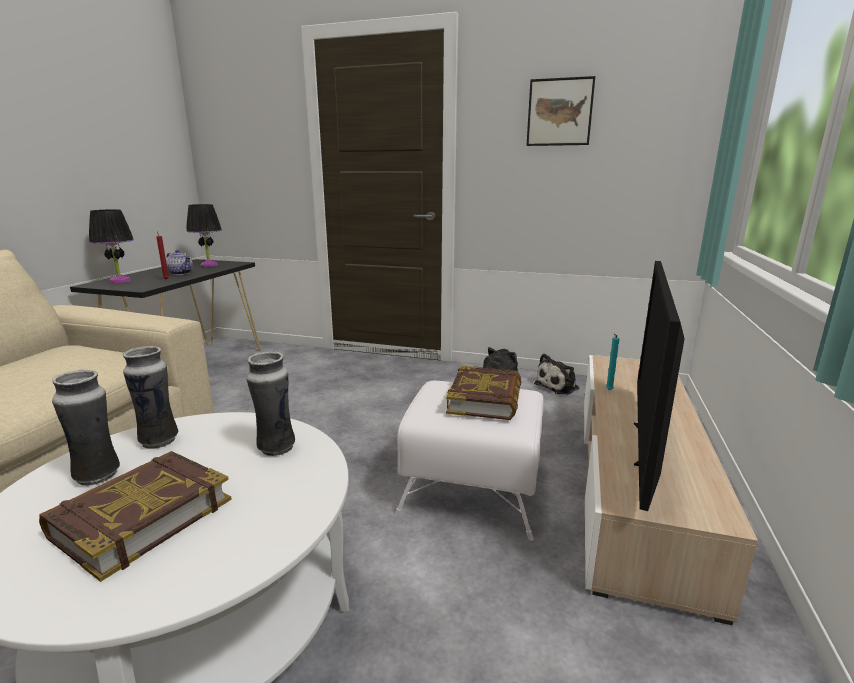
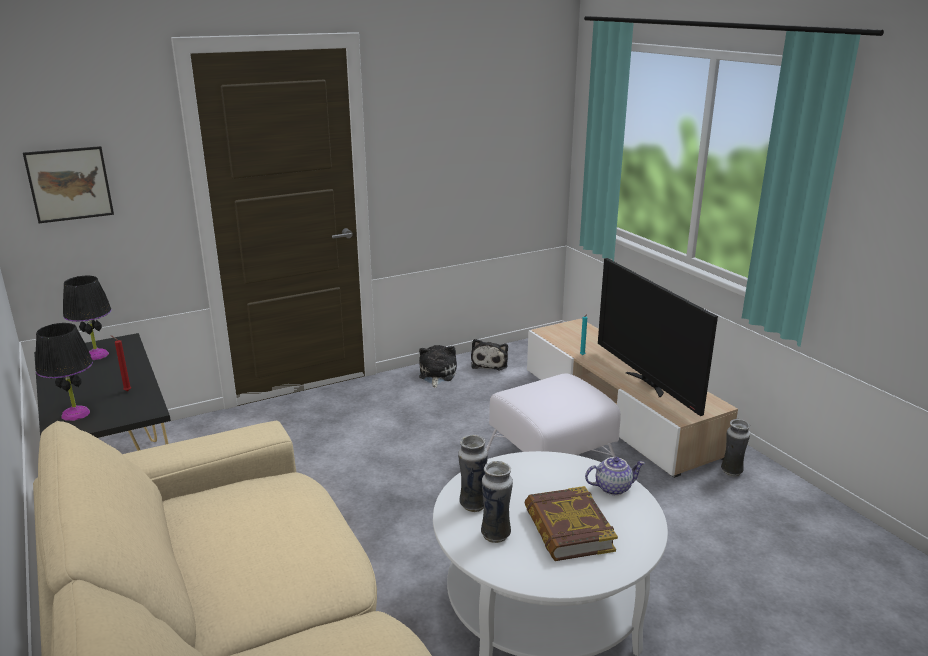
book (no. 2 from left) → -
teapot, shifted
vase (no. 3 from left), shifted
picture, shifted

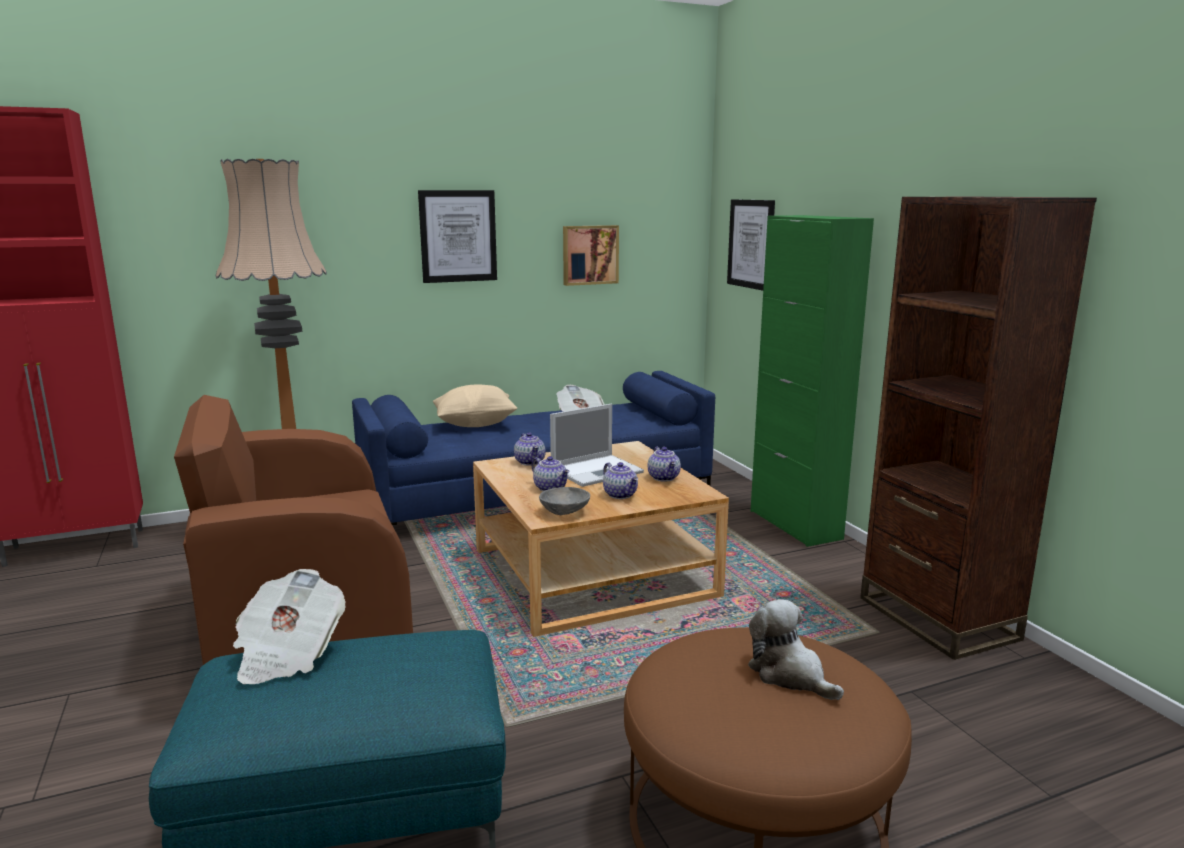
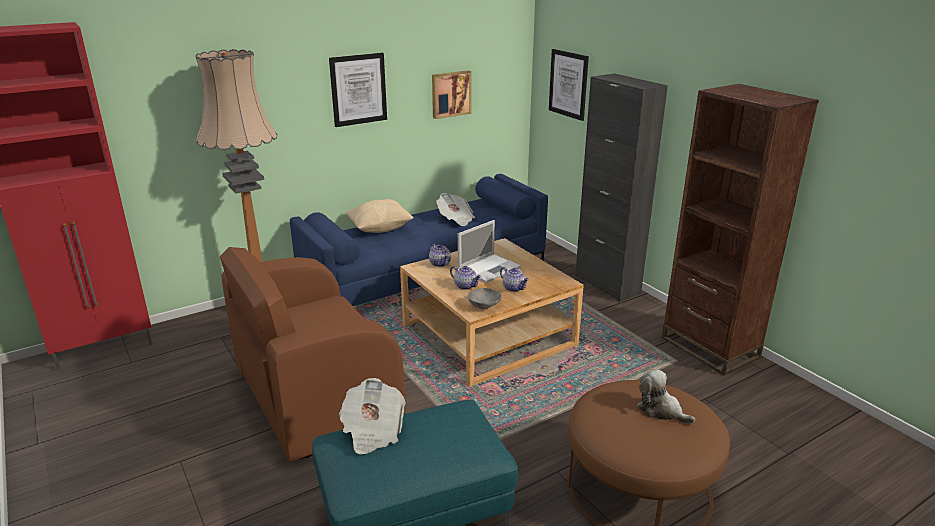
teapot (no. 4 from left) → -
green cabinet → black cabinet

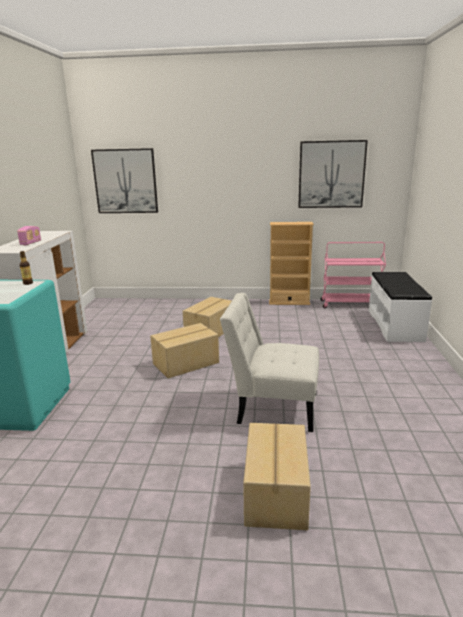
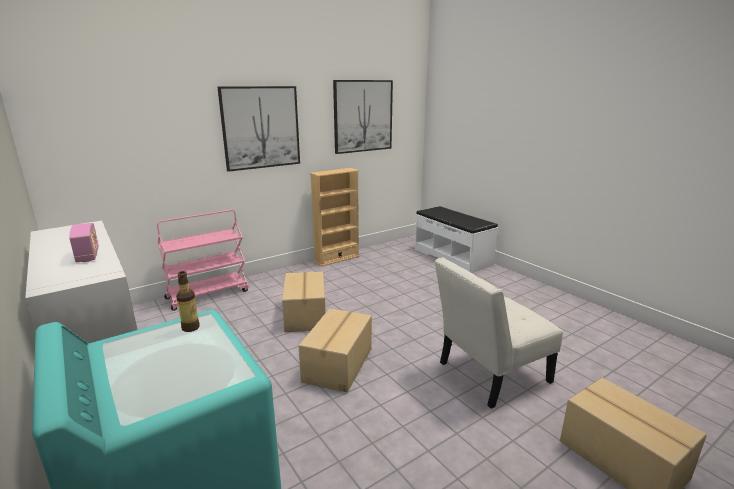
picture (no. 1 from left), shifted
pink cart, shifted

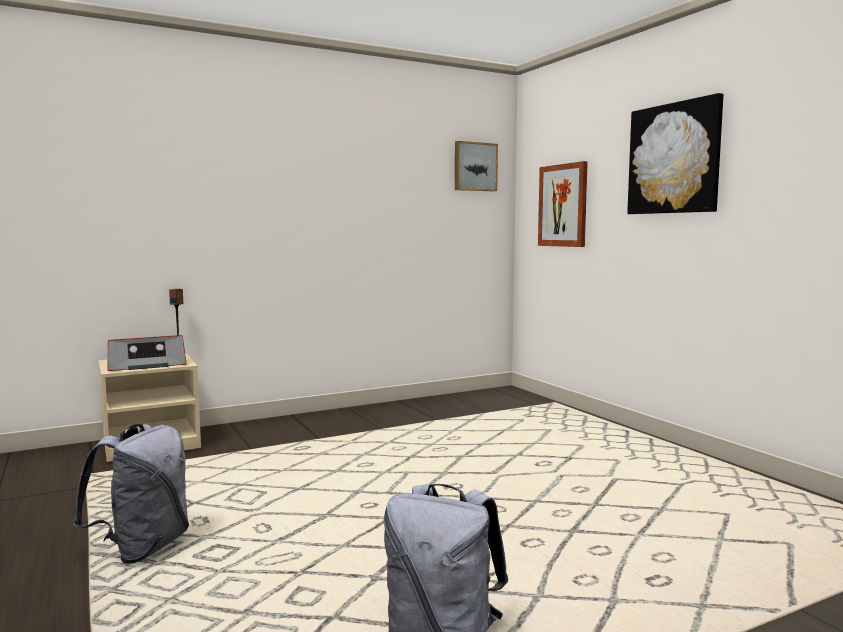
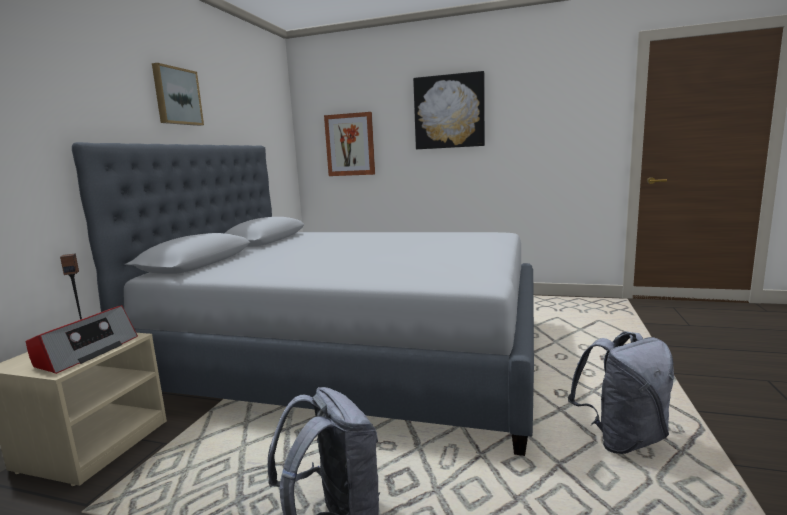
- → grey bed
picture (no. 1 from left), shifted

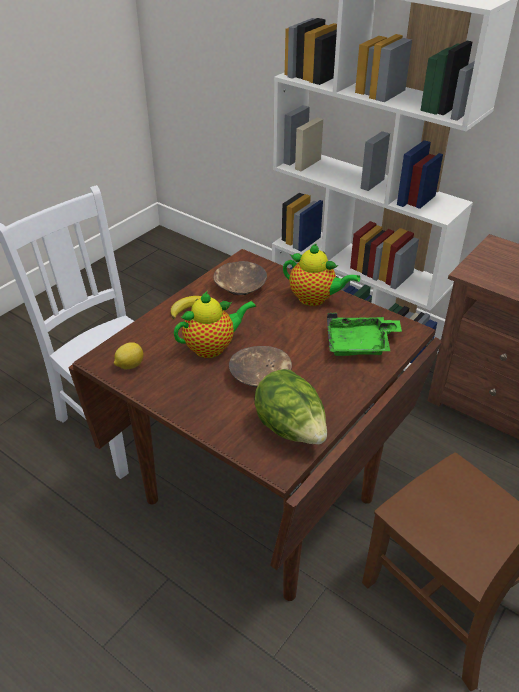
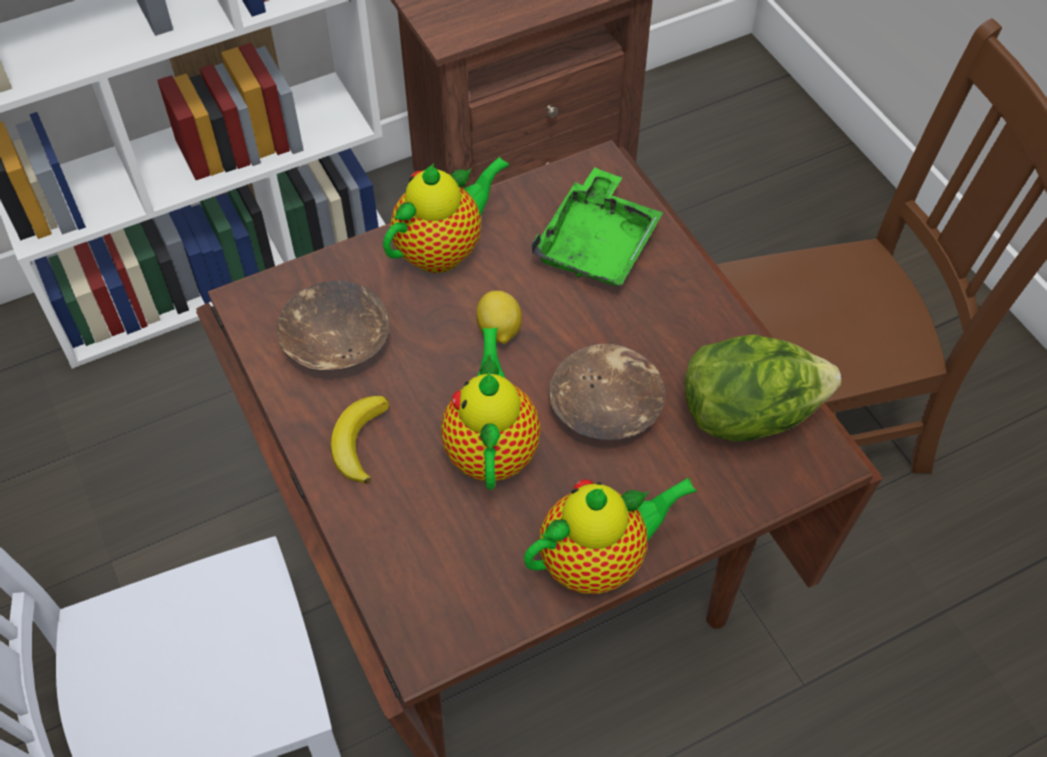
- → teapot (no. 3 from left)
lemon, shifted

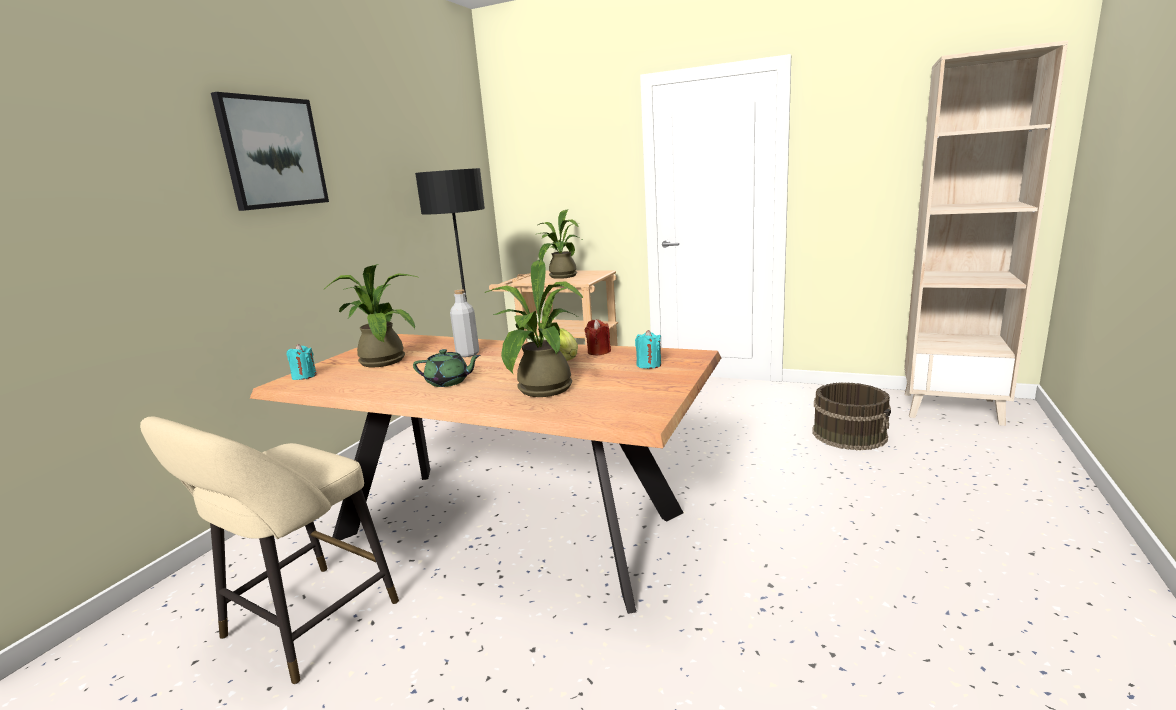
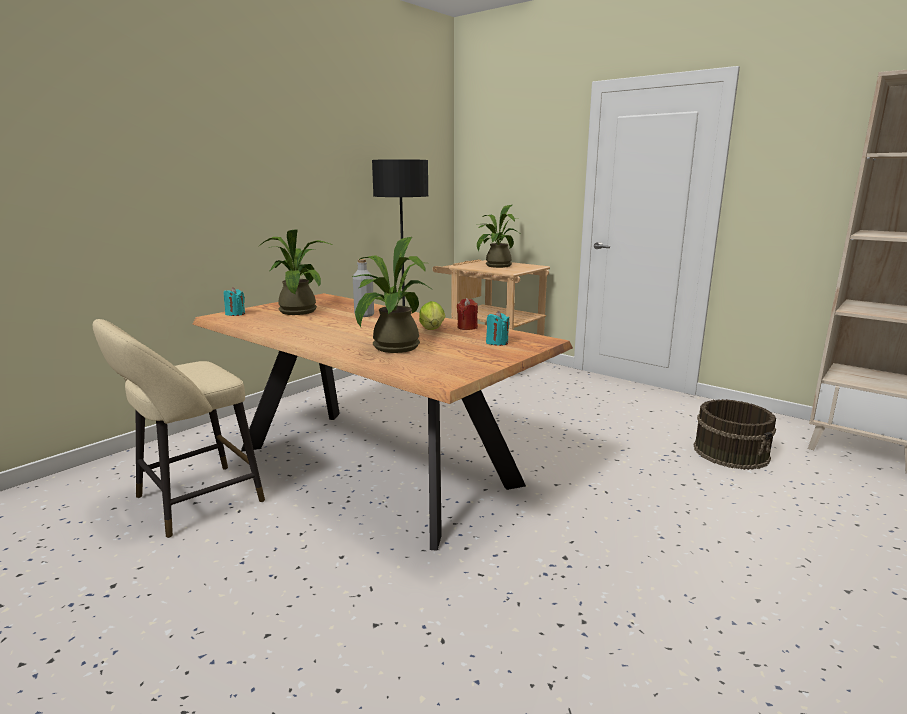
picture → -
green teapot → -

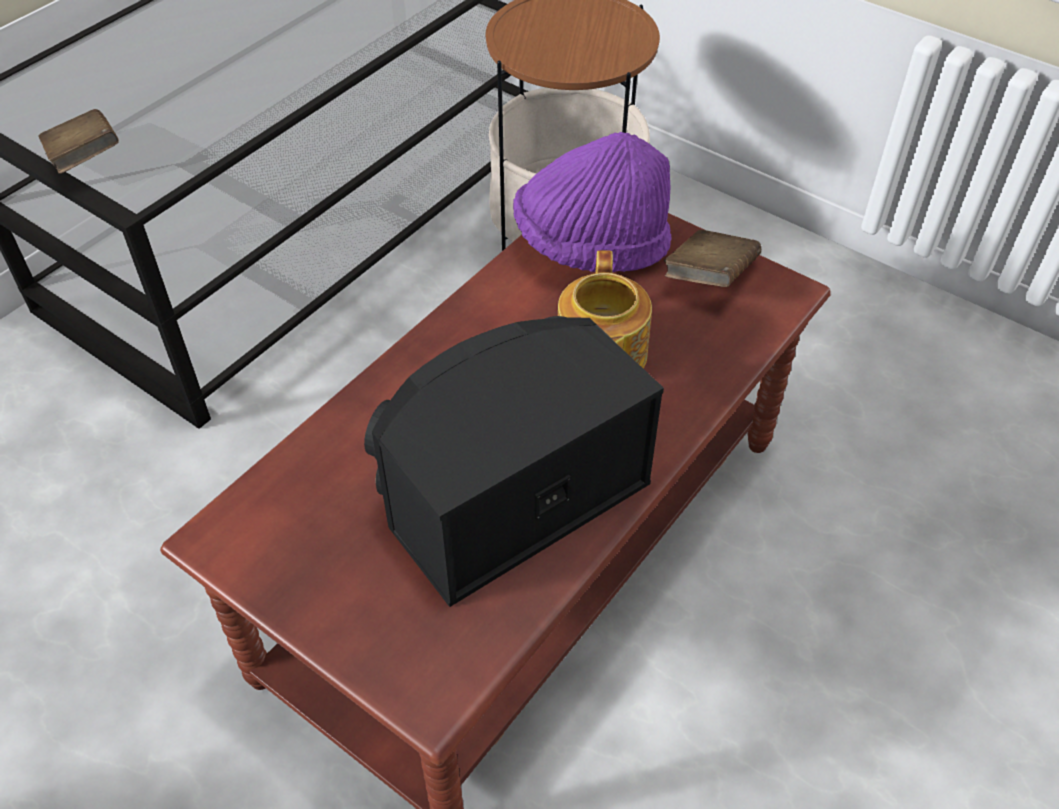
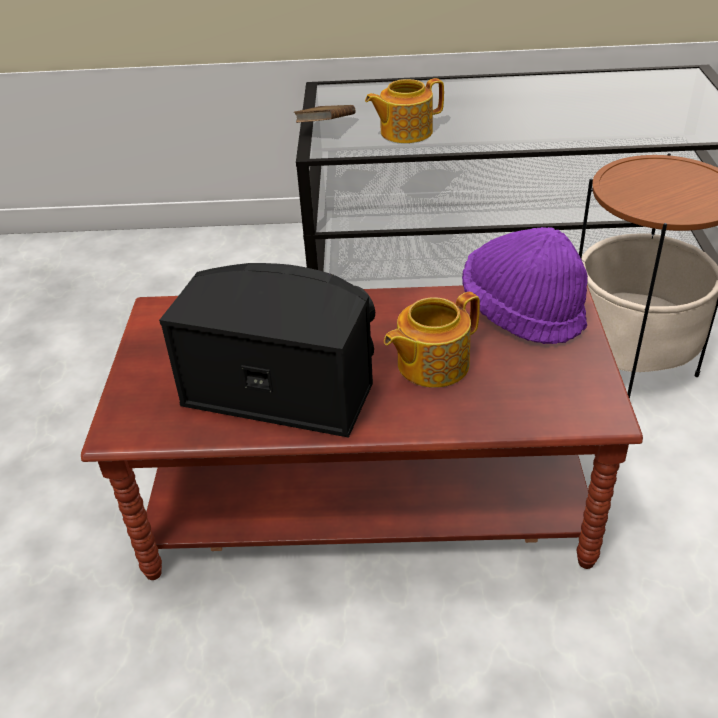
brown book (no. 2 from left) → -
- → teapot (no. 1 from left)

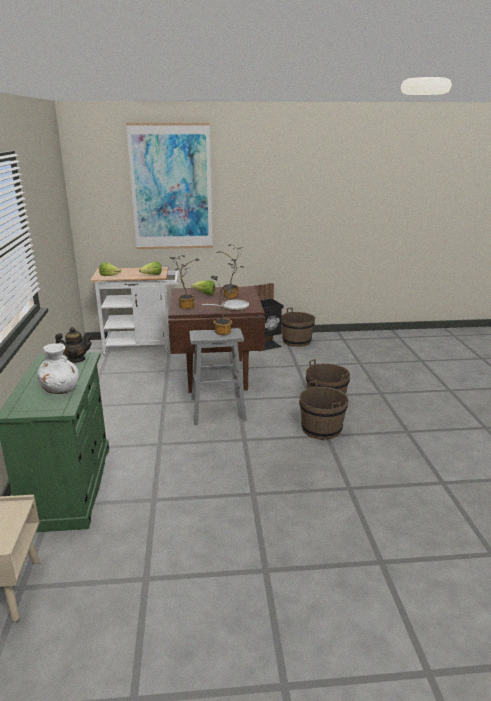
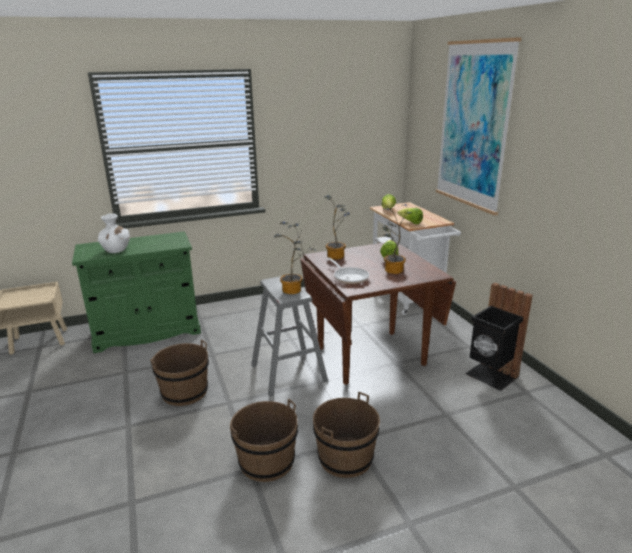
teapot → -
brown bucket (no. 1 from left), shifted

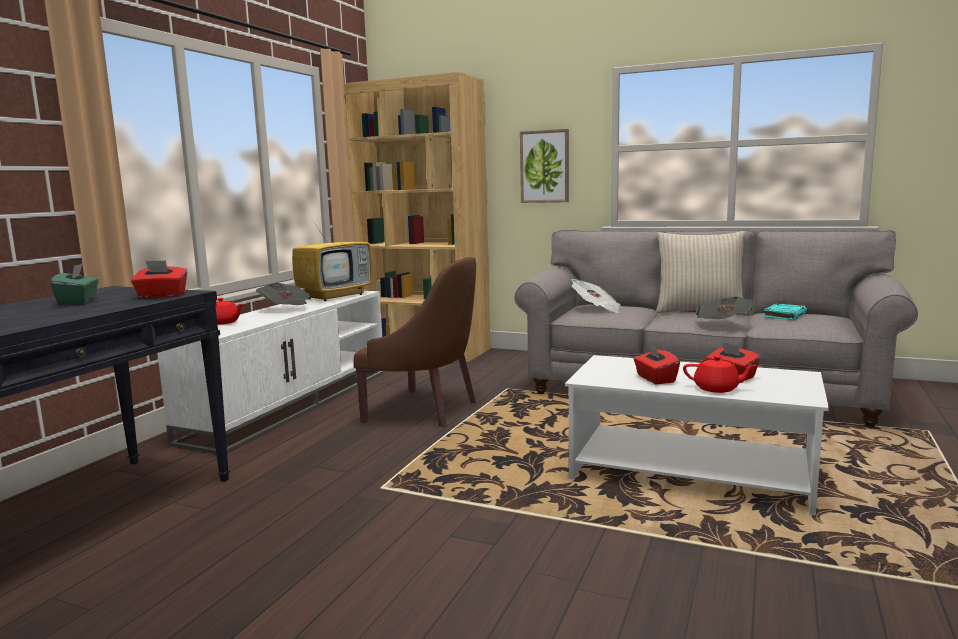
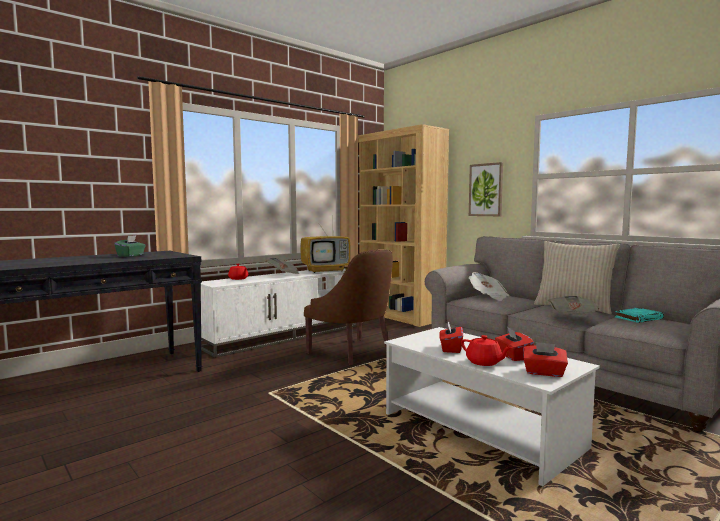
red tissue box (no. 1 from left in the first image) → red tissue box (no. 3 from left), shifted

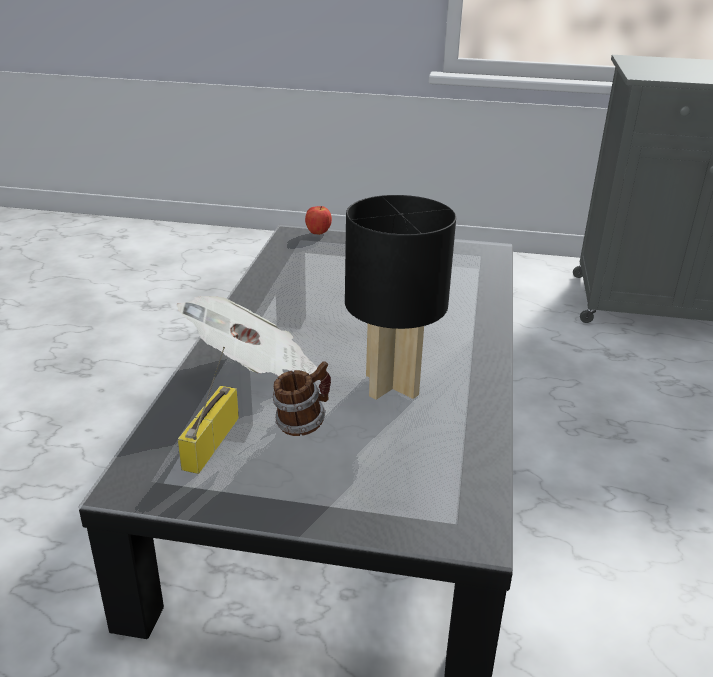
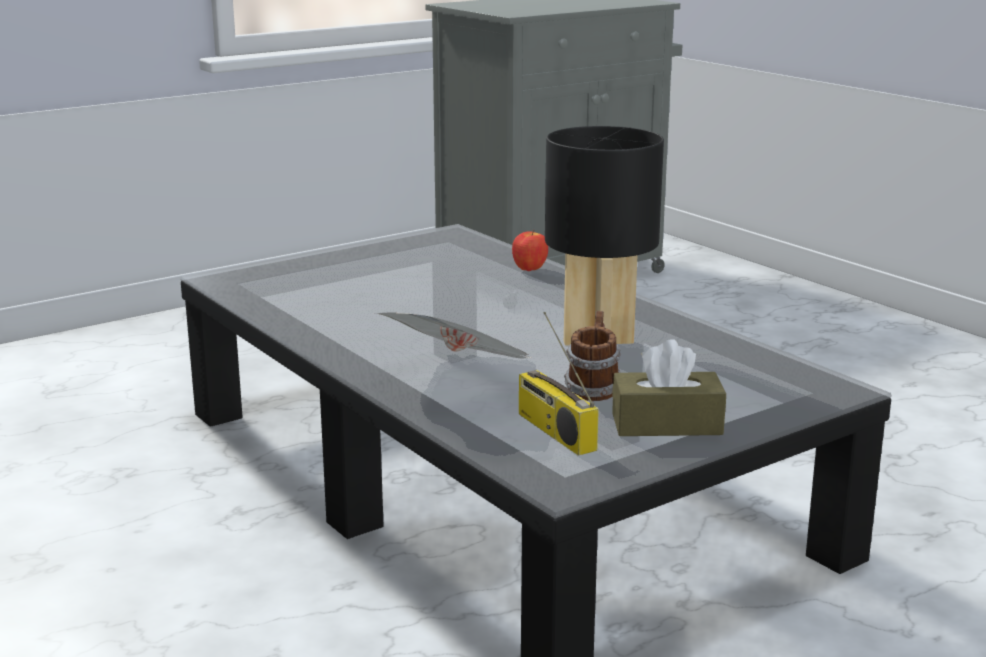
- → brown tissue box
apple, shifted

